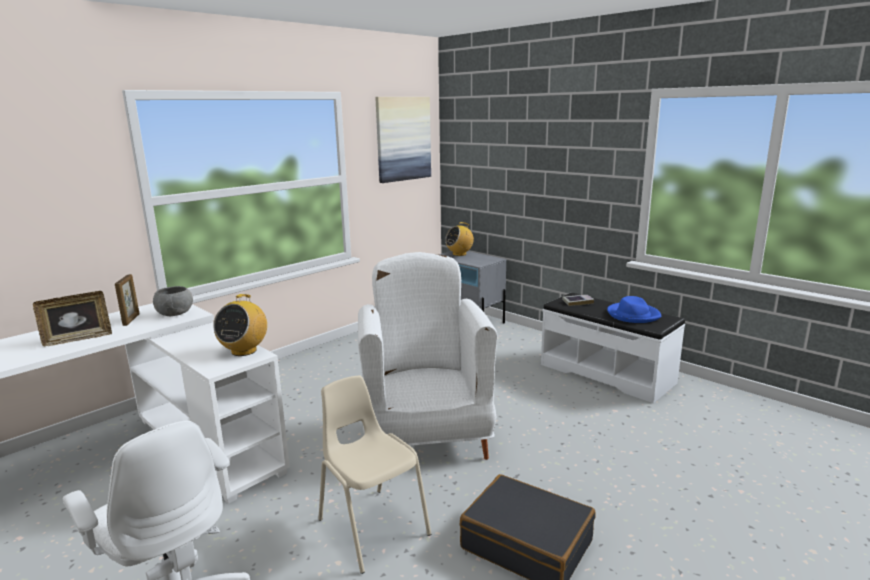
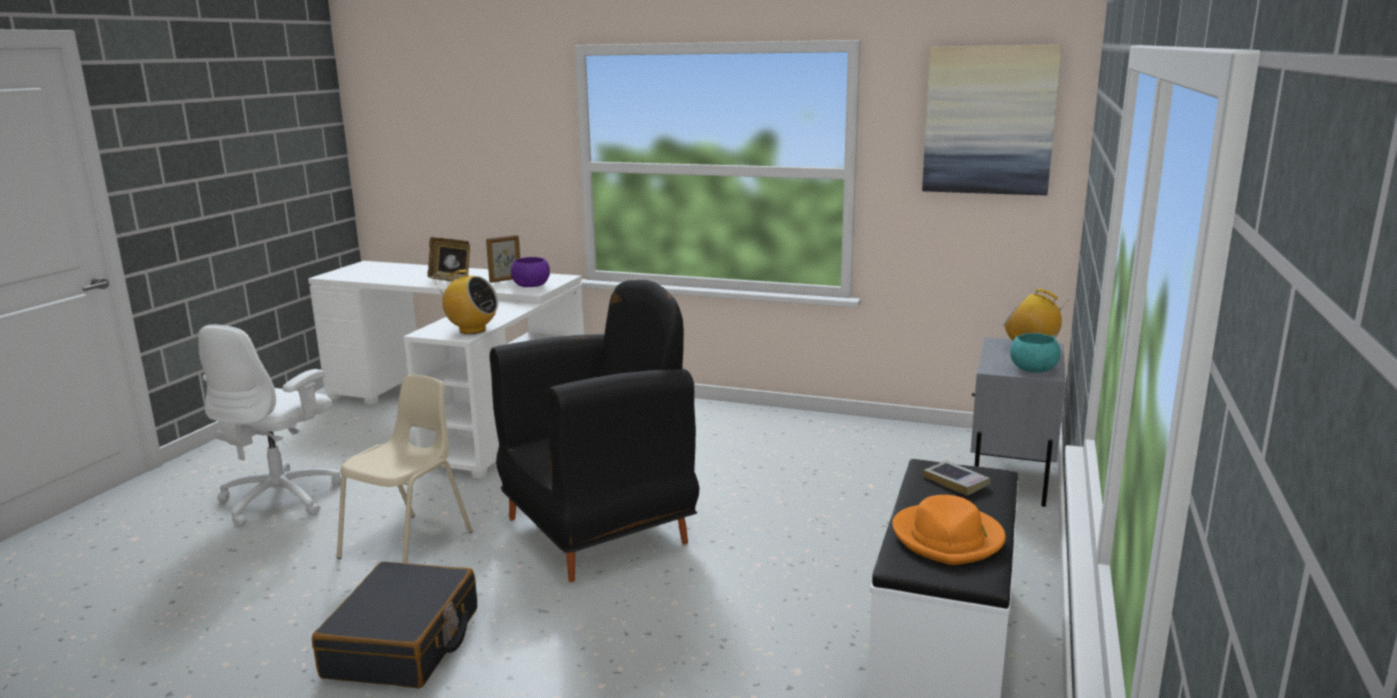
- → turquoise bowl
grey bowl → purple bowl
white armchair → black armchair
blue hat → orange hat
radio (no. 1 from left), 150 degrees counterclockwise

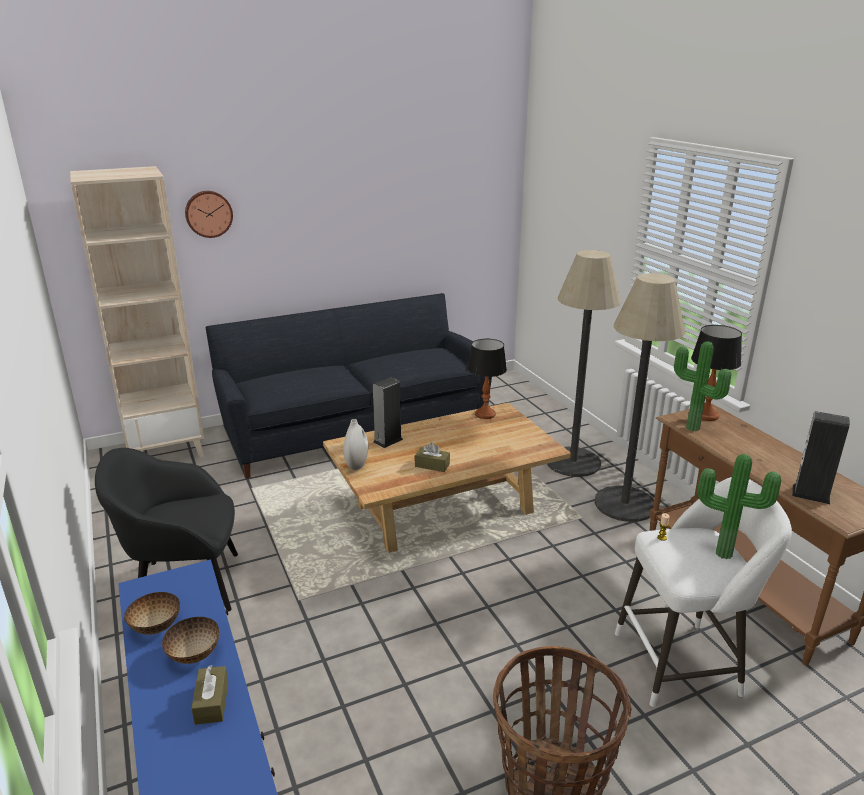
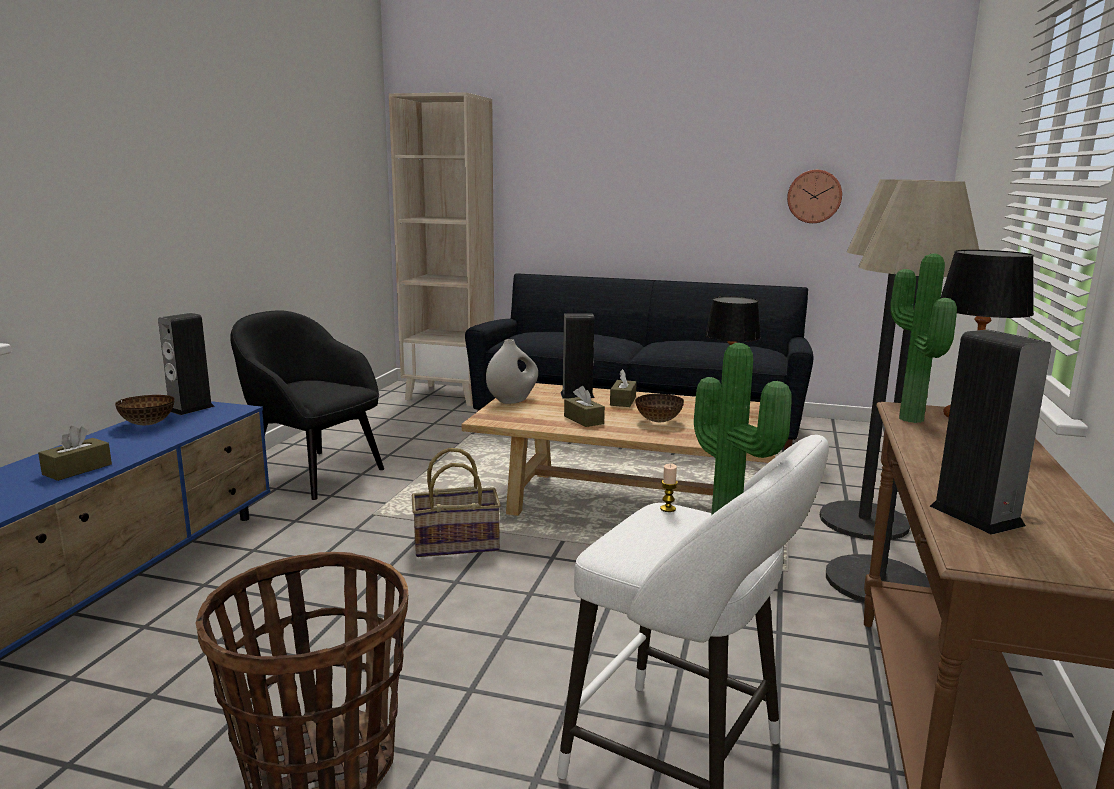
- → speaker (no. 1 from left)
- → basket (no. 2 from left)
- → brown tissue box (no. 3 from left)
bowl (no. 2 from left), shifted
wall clock, shifted

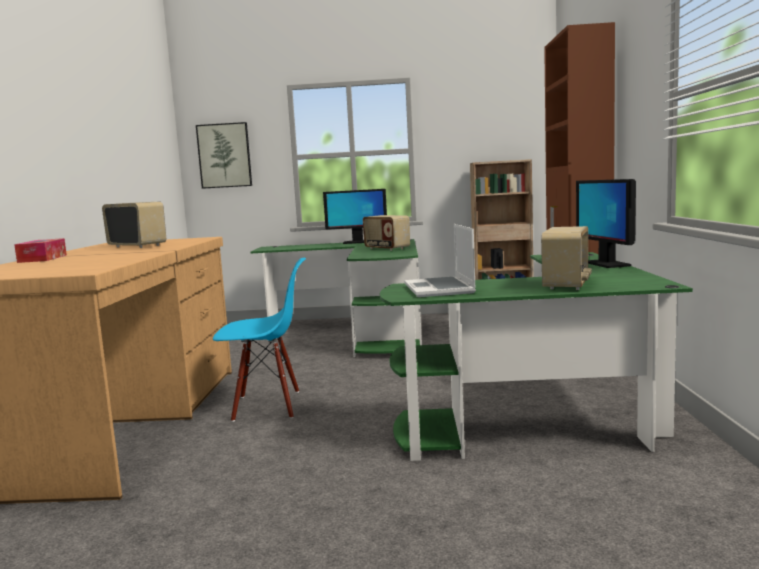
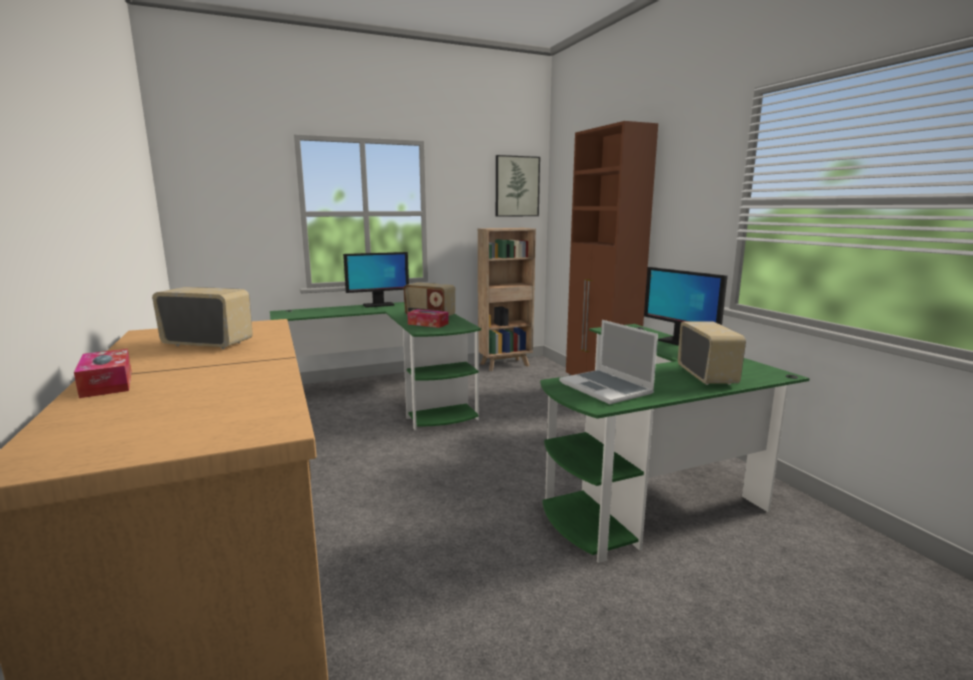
blue chair → -
- → tissue box (no. 2 from left)
picture, shifted

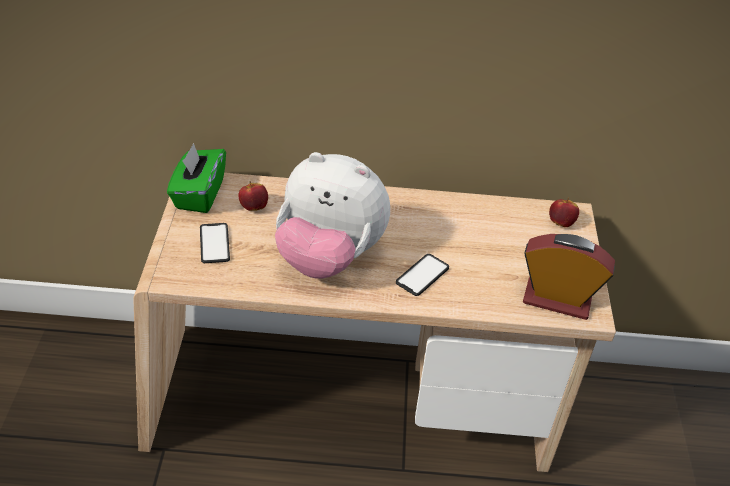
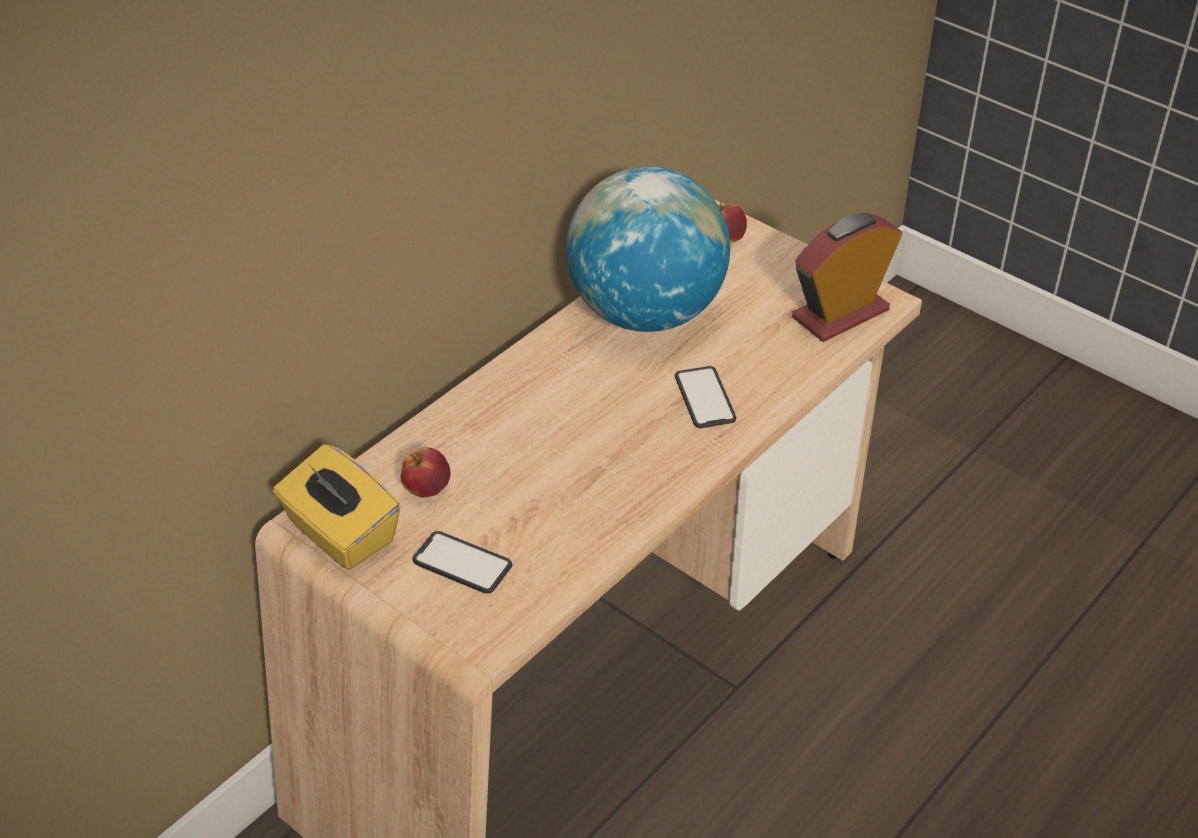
plush toy → -
- → globe
green tissue box → yellow tissue box

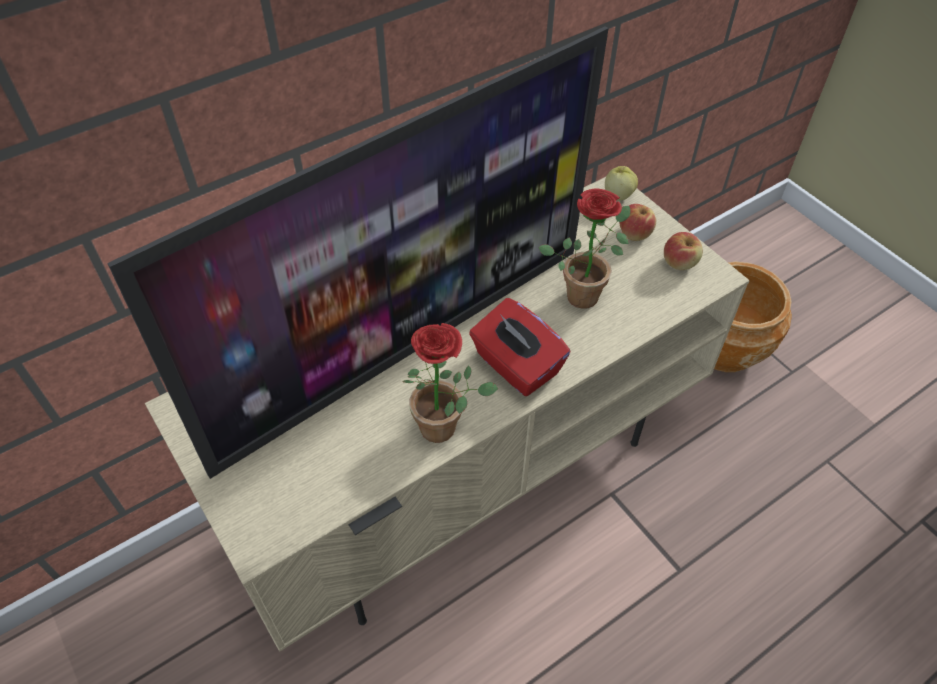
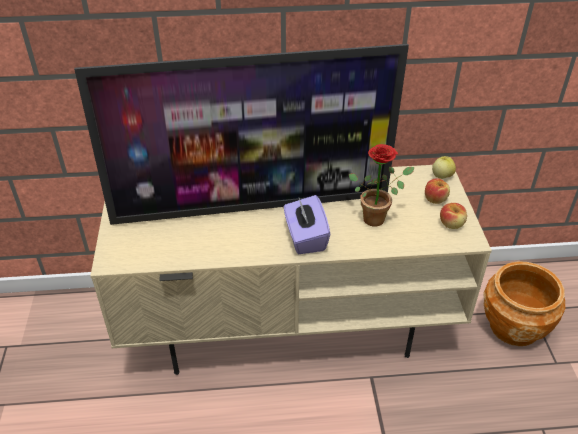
potted plant (no. 1 from left) → -
red tissue box → purple tissue box

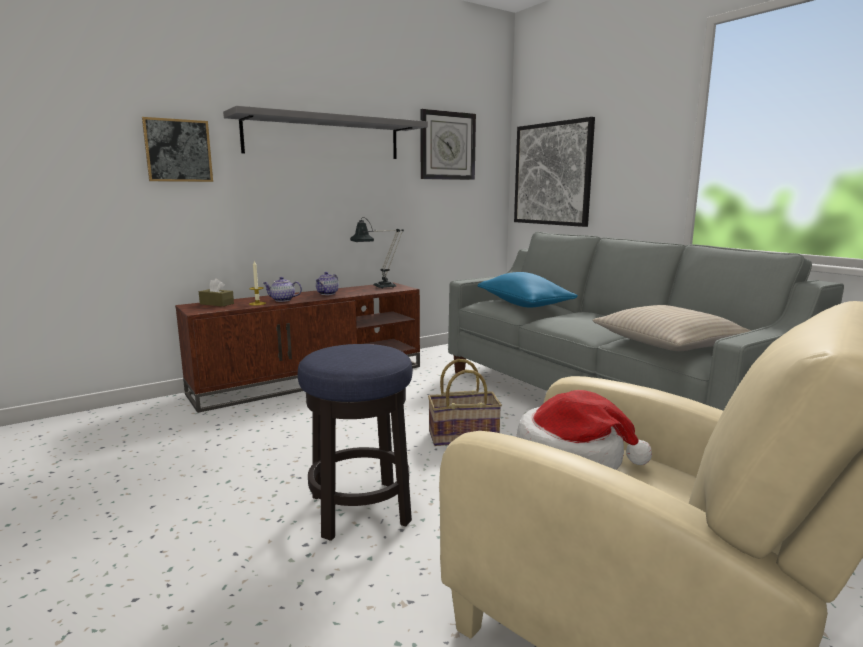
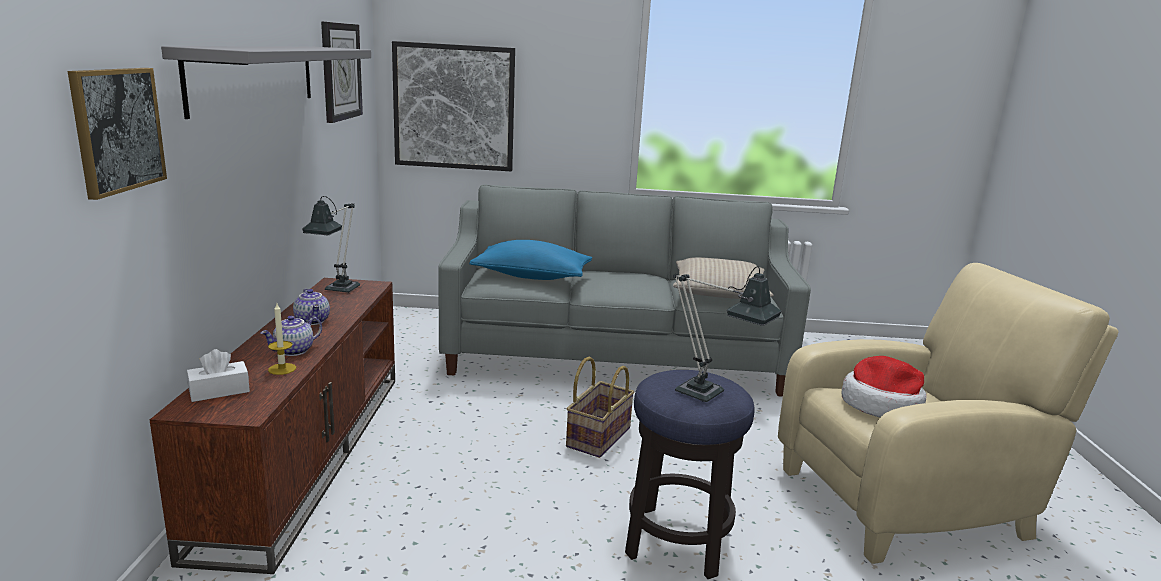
- → table lamp (no. 2 from left)
brown tissue box → white tissue box

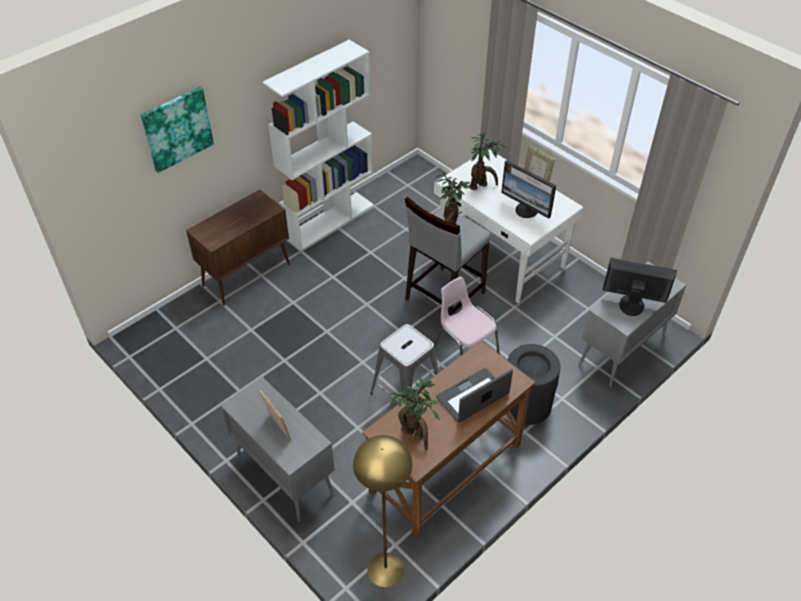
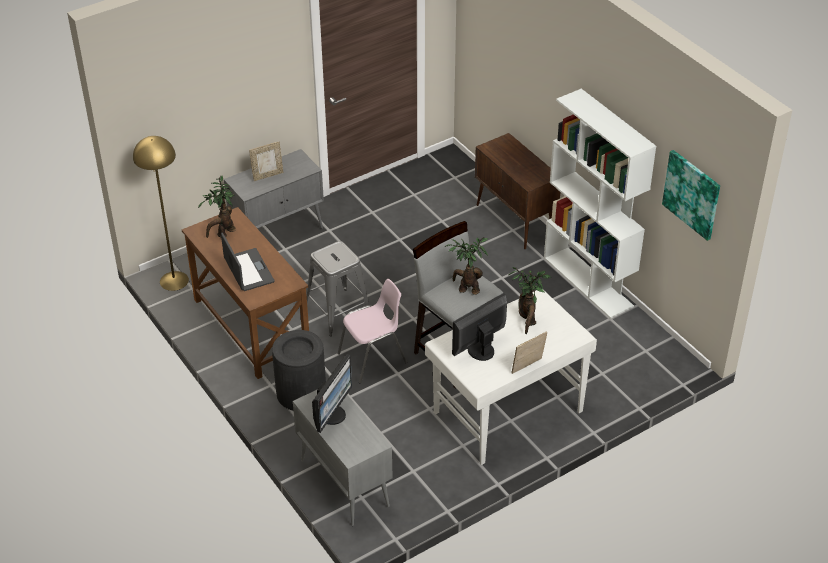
picture, shifted

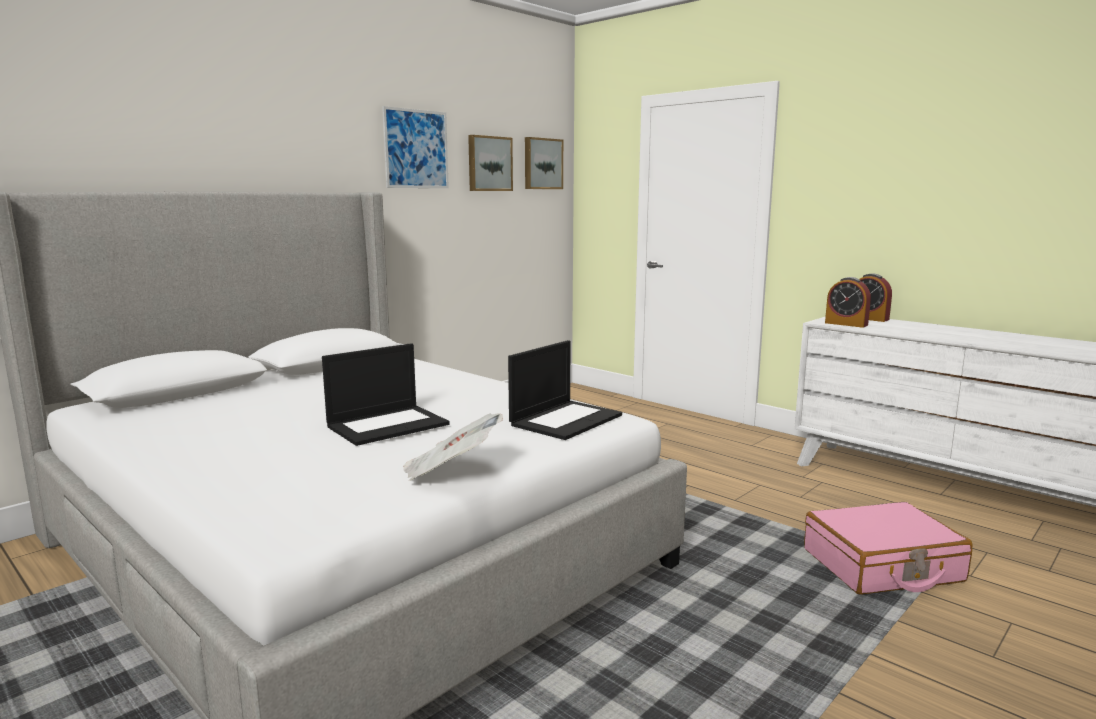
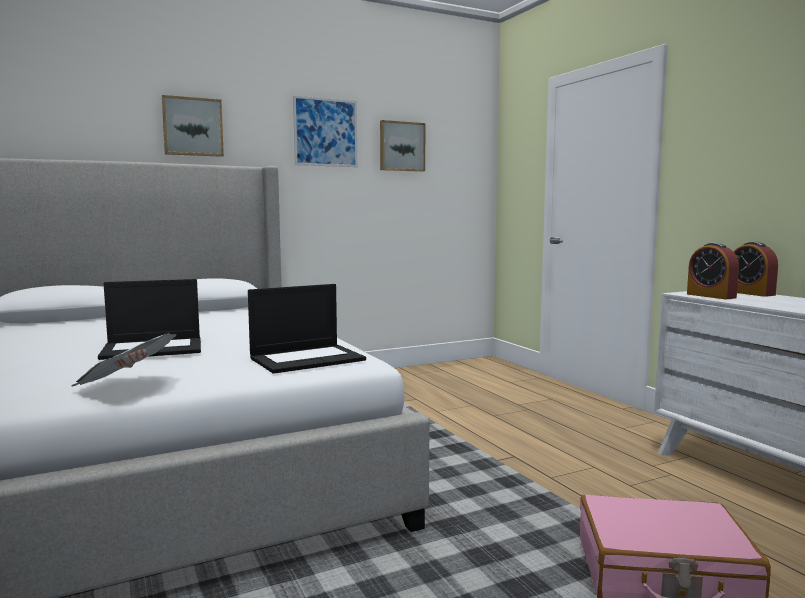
picture (no. 3 from left in the first image) → picture (no. 1 from left), shifted

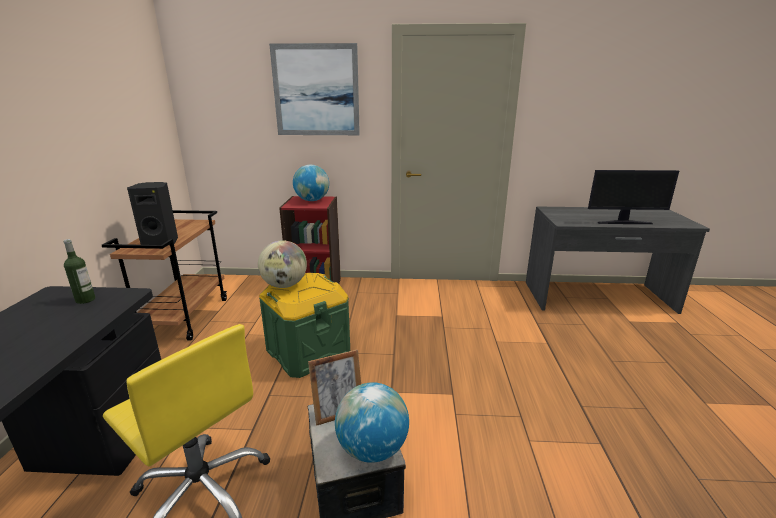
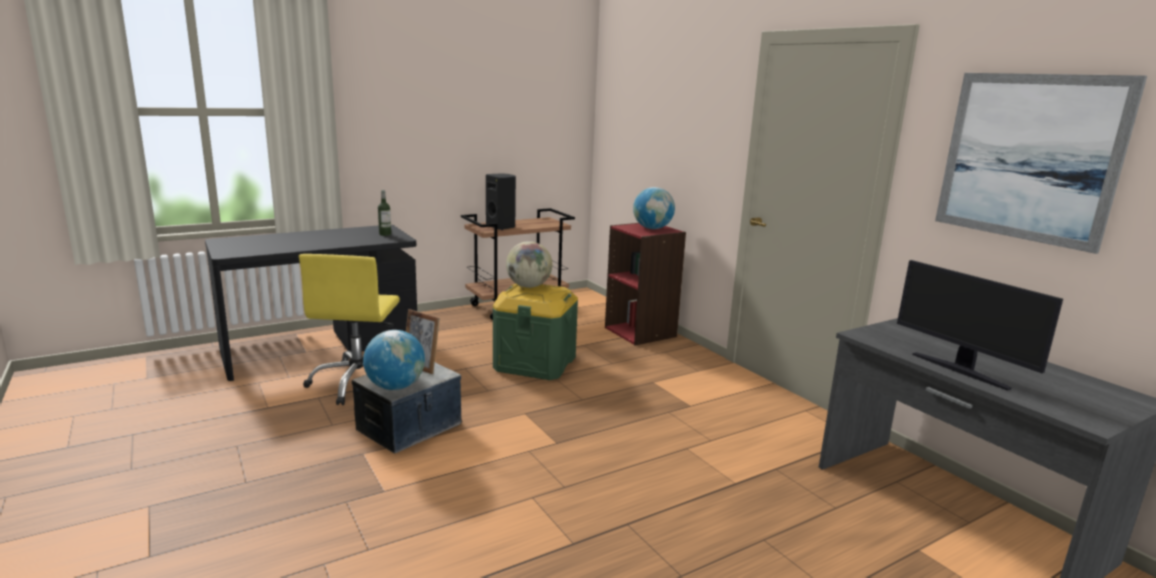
picture, shifted

